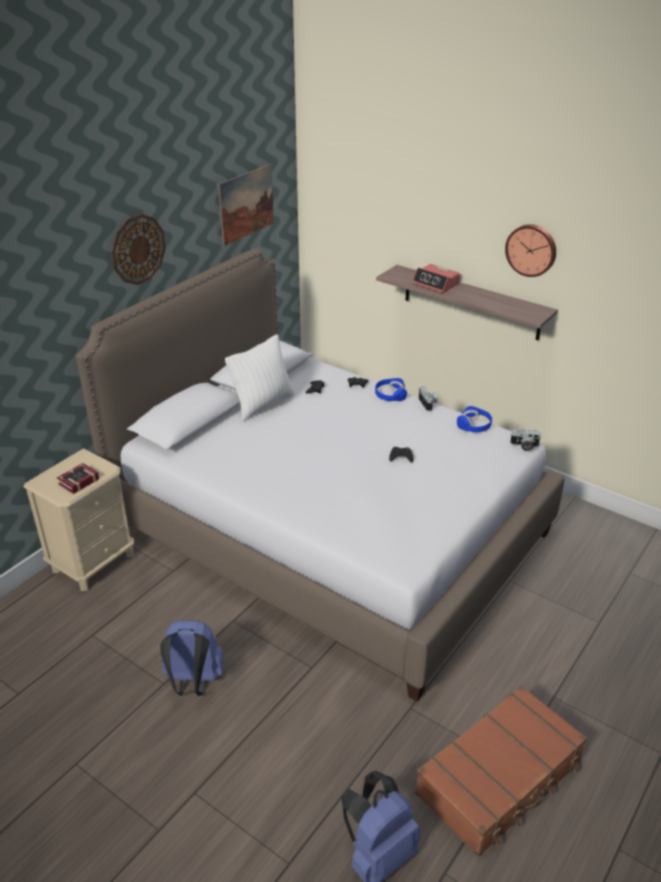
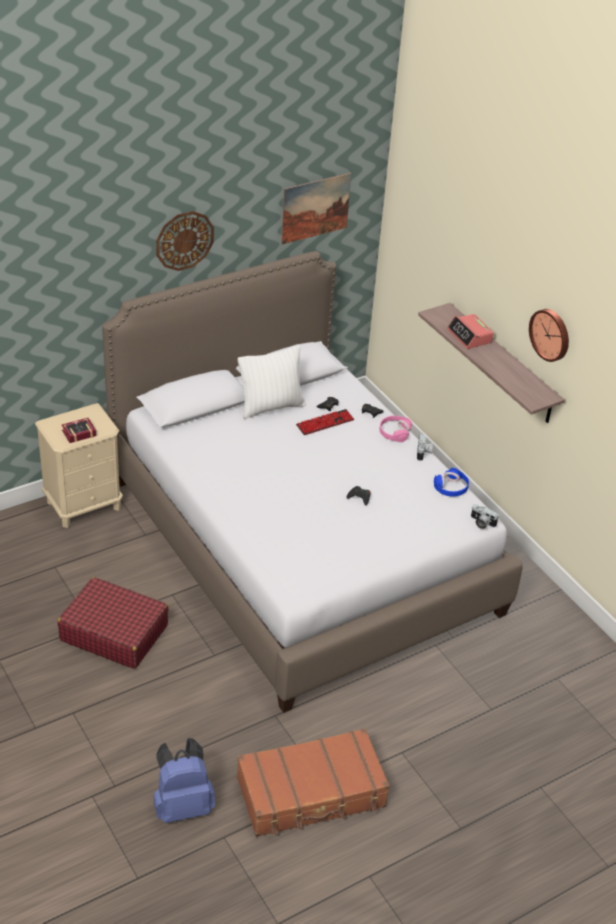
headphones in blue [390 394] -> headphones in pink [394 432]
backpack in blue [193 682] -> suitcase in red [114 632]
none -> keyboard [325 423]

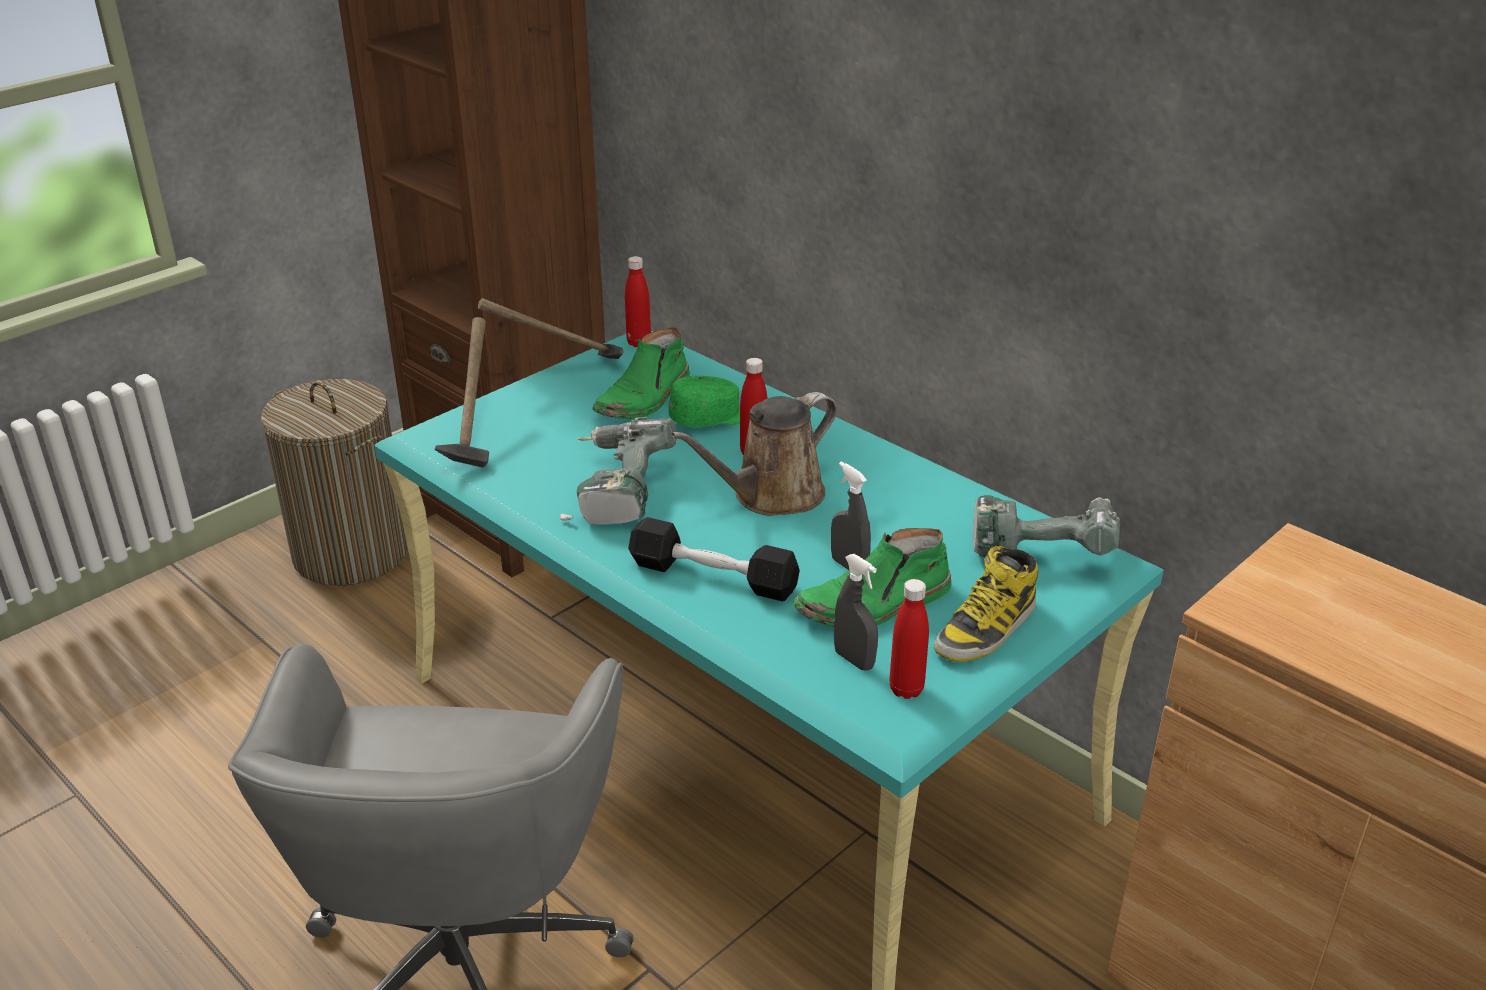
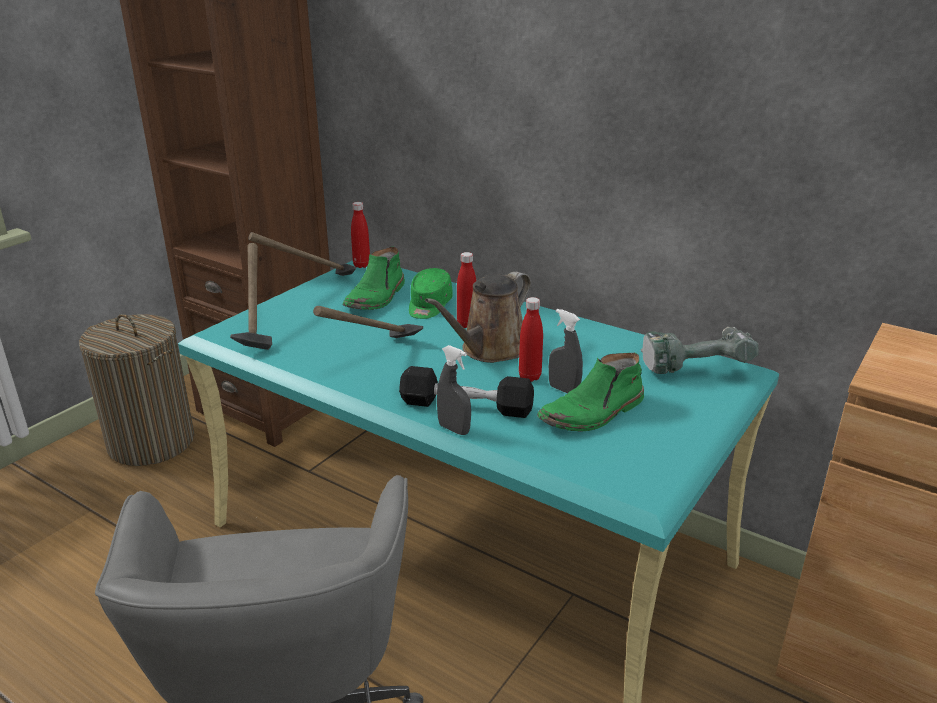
cap in green [712 418] -> cap in green [429 305], 135 degrees clockwise
power drill [616 492] -> hammer [374 357]
boot [986 629] -> none
spray bottle in grey [854 660] -> spray bottle in grey [454 429], relocated
bottle in red [906 689] -> bottle in red [529 377], relocated

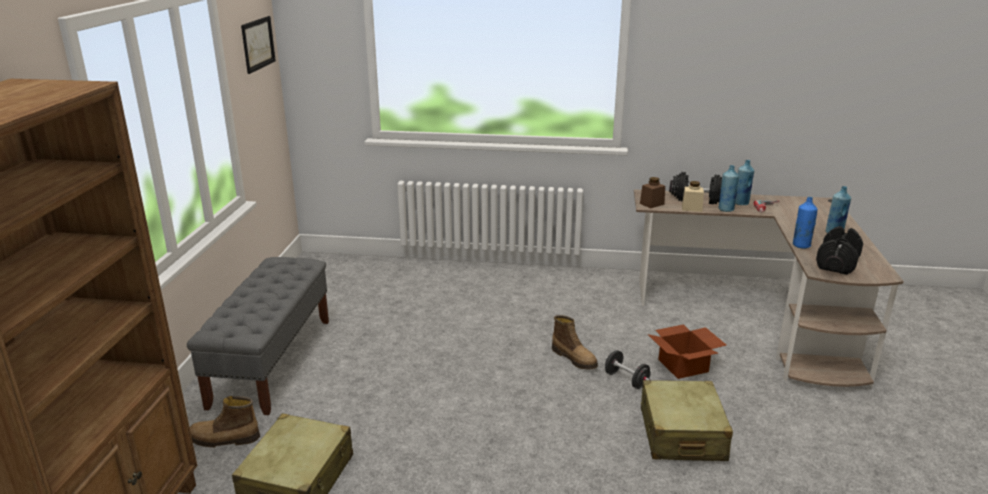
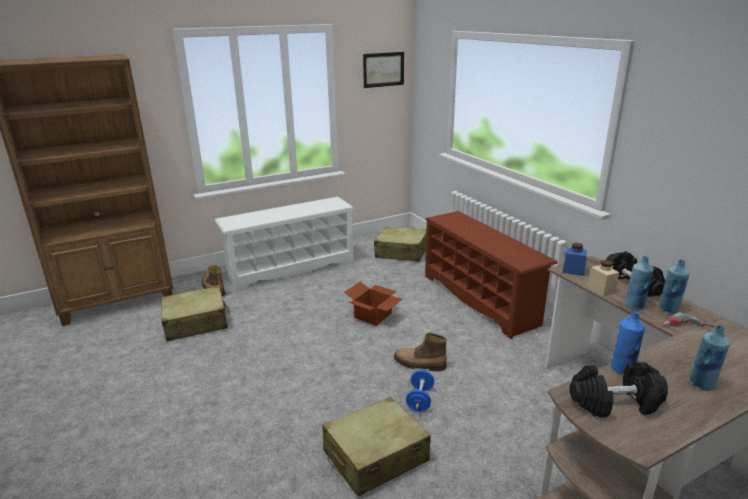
jar in brown [652 204] -> jar in blue [573 270]
bench in grey [272 361] -> shoe rack in white [291 269]
boot [574 358] -> boot [419 364], 90 degrees clockwise
cardboard box [684 366] -> cardboard box [373 316], relocated
dumbbell in black [626 380] -> dumbbell in blue [420 399]
none -> shoe rack in brown [480 299]
none -> suitcase in beige [401 252]

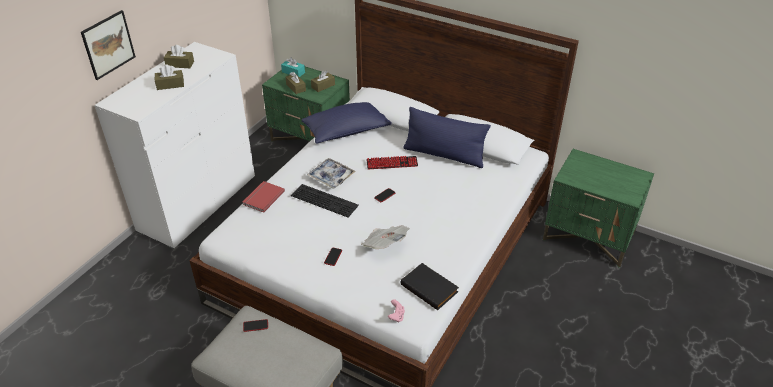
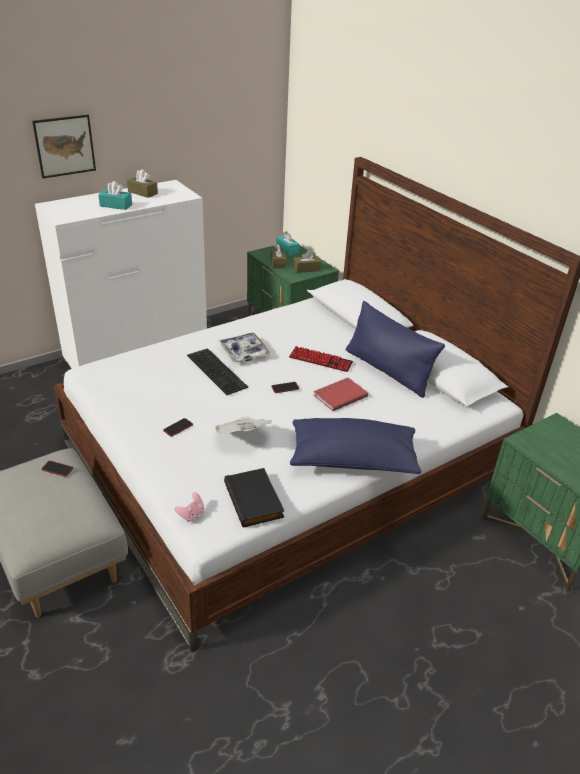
tissue box in brown [170 84] -> tissue box in turquoise [116 205]
pillow in blue [347 131] -> pillow in blue [352 460], relocated
book in red [262 197] -> book in red [339 395], relocated

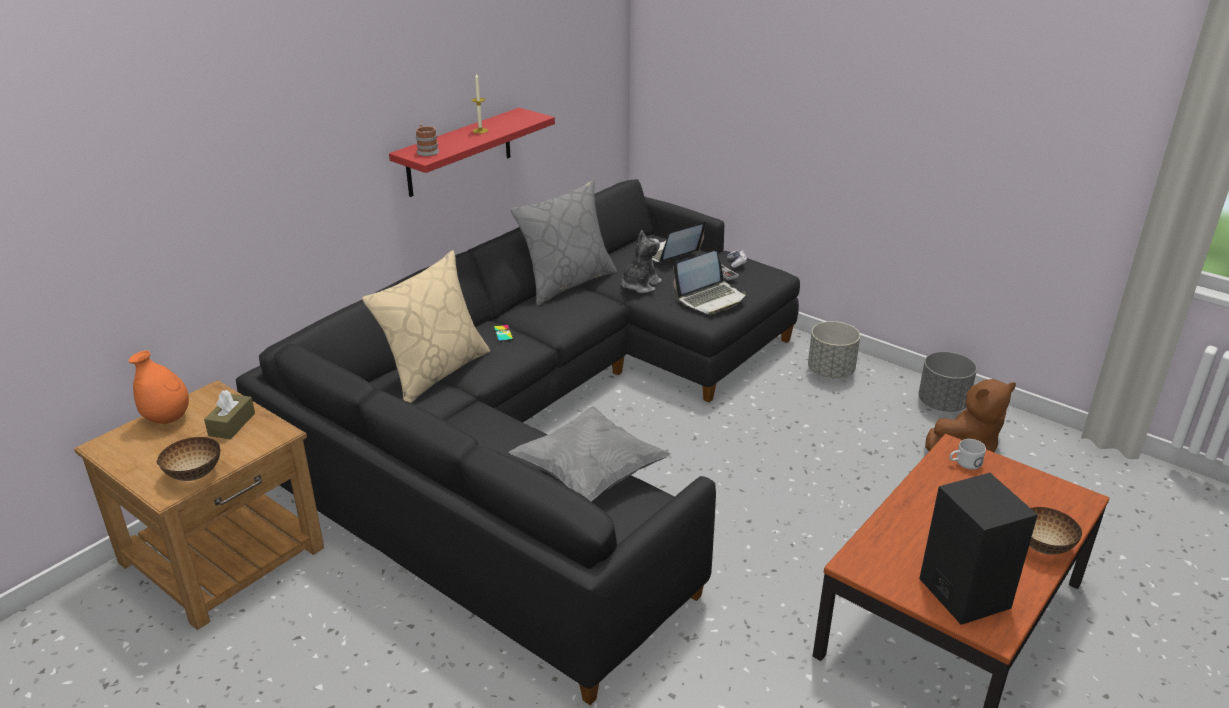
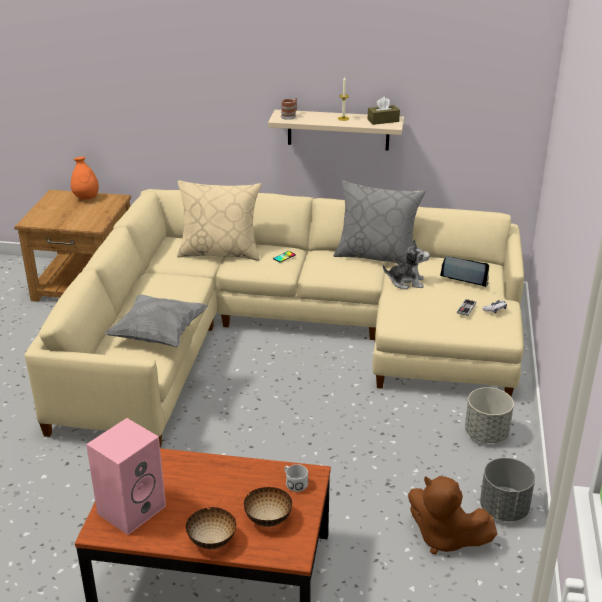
shelf in red [459 152] -> shelf in beige [338 130]
sofa in black [551 425] -> sofa in beige [284 335]
laptop [710 298] -> none
tissue box in brown [232 424] -> tissue box in brown [383 120], relocated
bowl [195 474] -> bowl [269 519], relocated
speaker in black [961 592] -> speaker in pink [132 508]

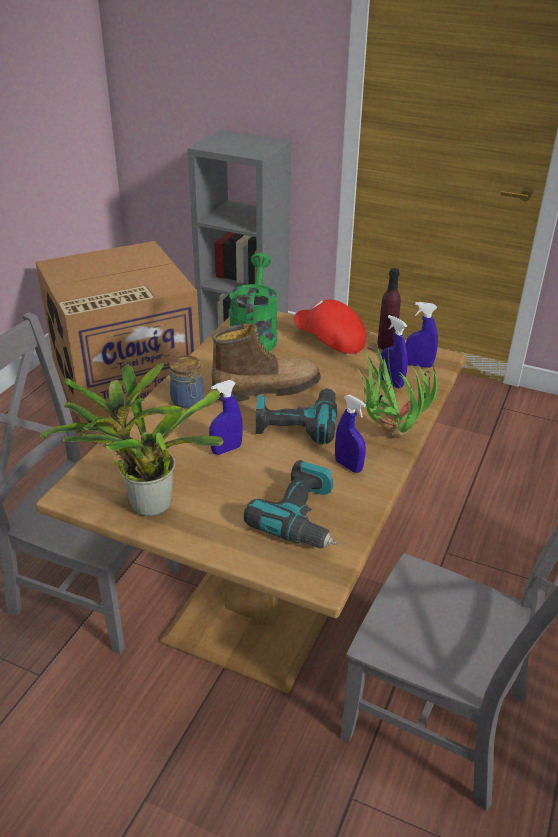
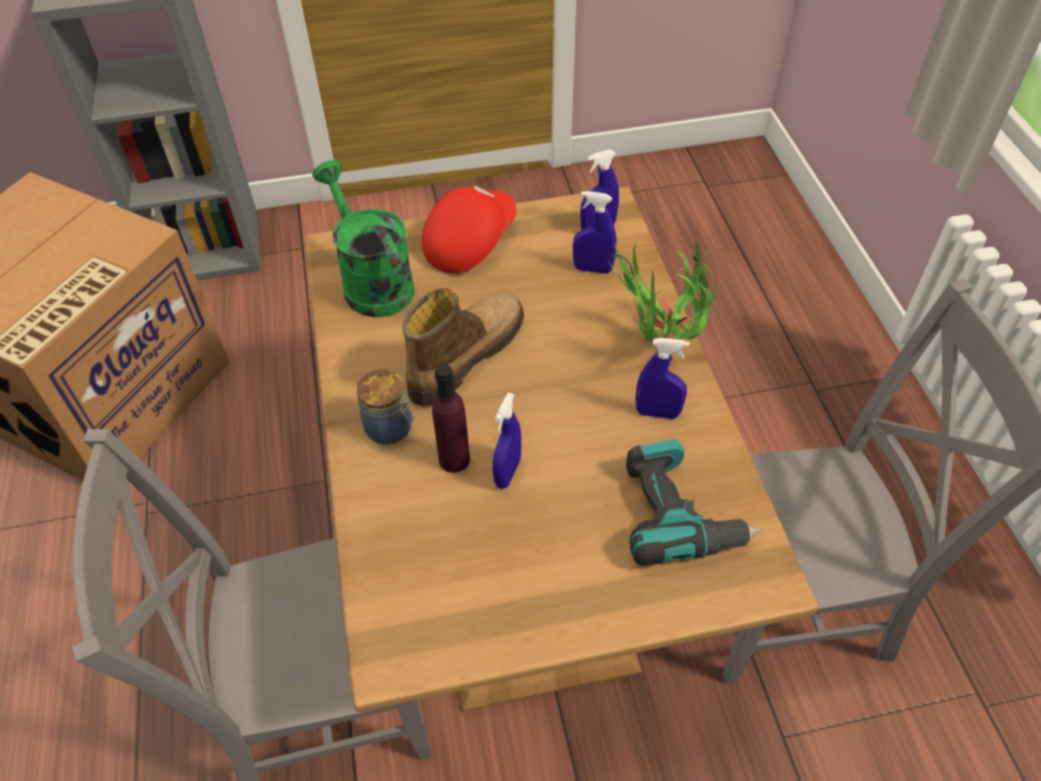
bottle in purple [386 345] -> bottle in purple [454 459], relocated
cap in red [329 341] -> cap in red [469 242], 135 degrees clockwise
potted plant [145 504] -> none
power drill [296 423] -> none

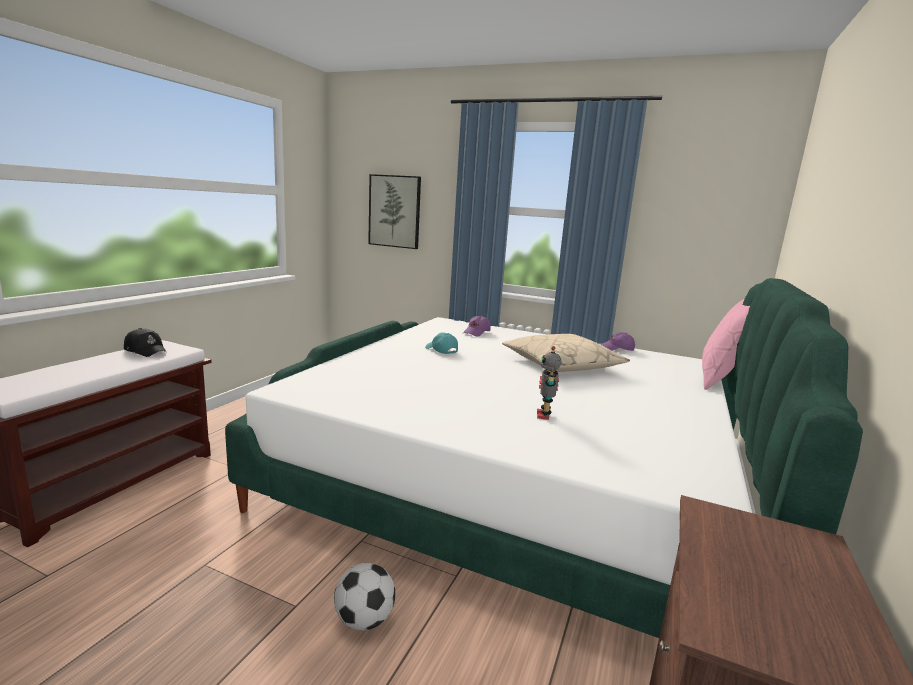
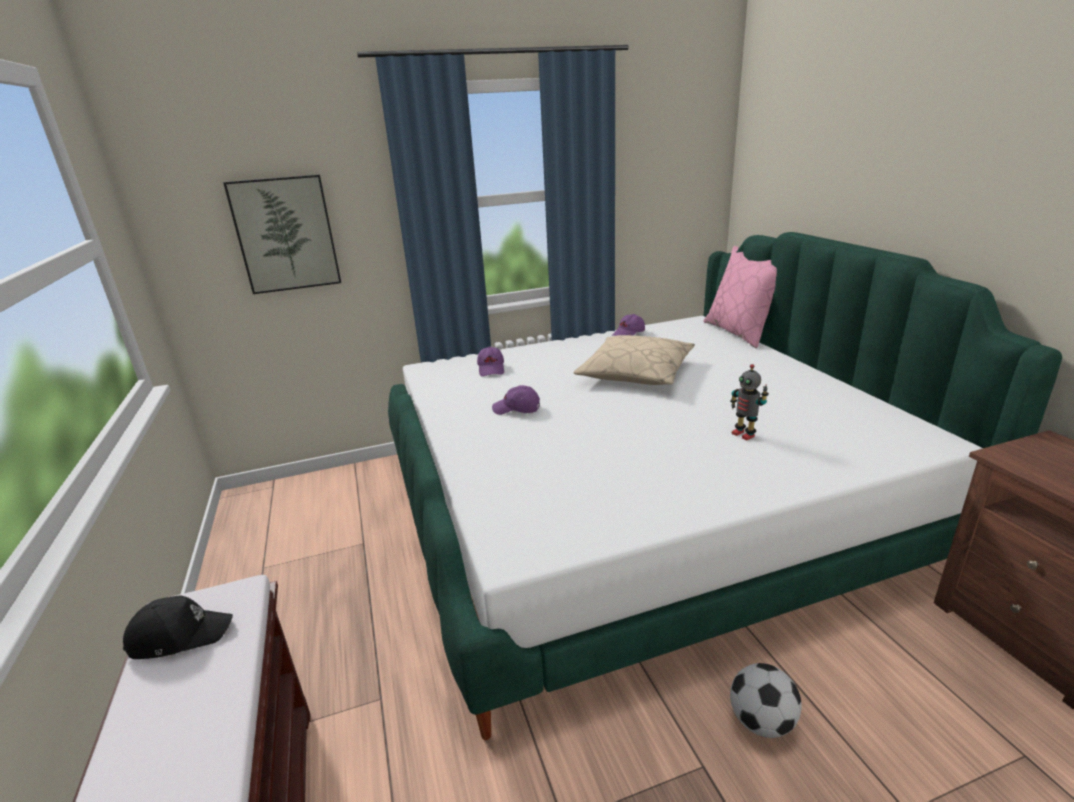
cap in turquoise [441 350] -> cap in purple [516 409]

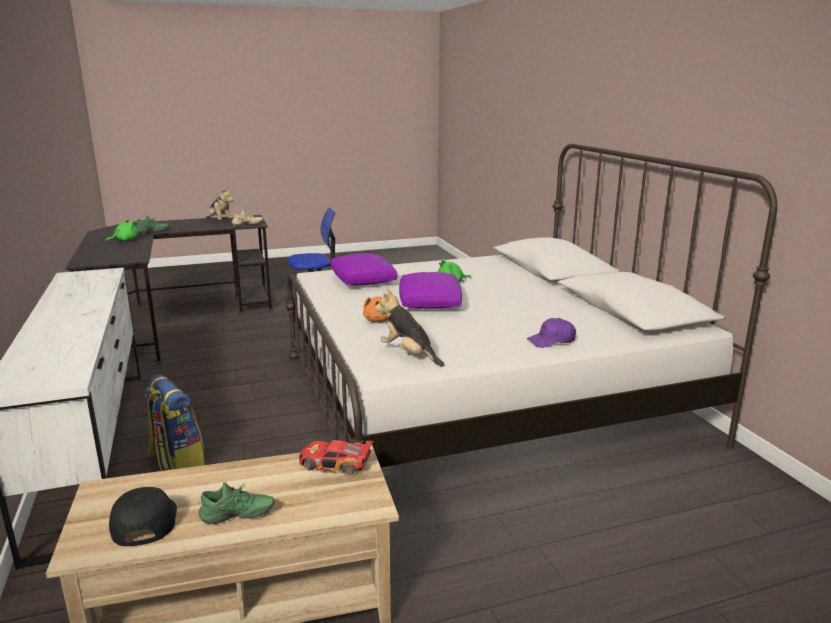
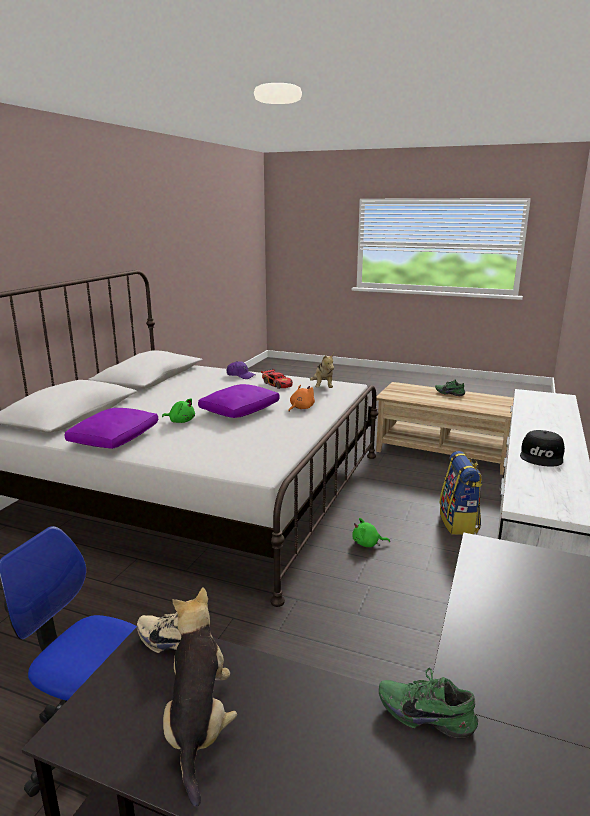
plush toy in green [125 240] -> plush toy in green [367 544], relocated
pillow in purple [363 280] -> pillow in purple [115 438], relocated
toy car [335 464] -> toy car [277 384], relocated
cap in black [143 521] -> cap in black [542 456], relocated

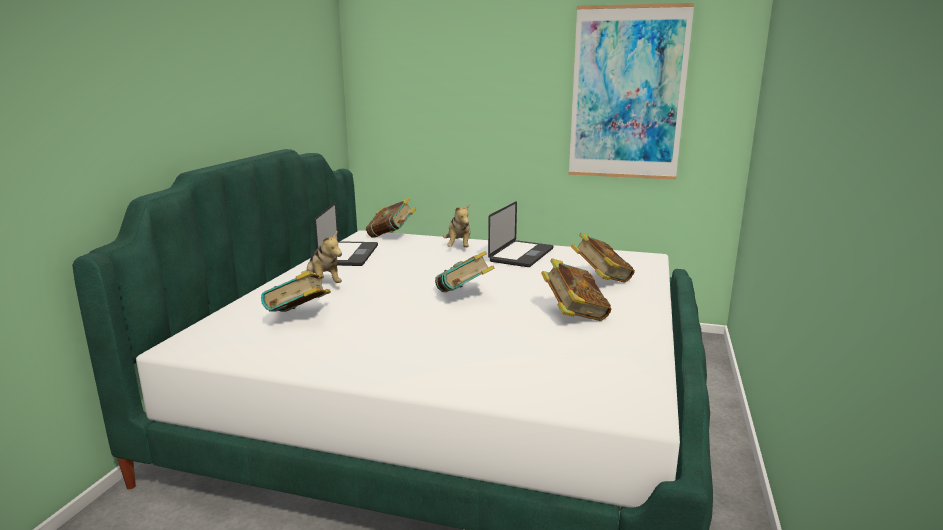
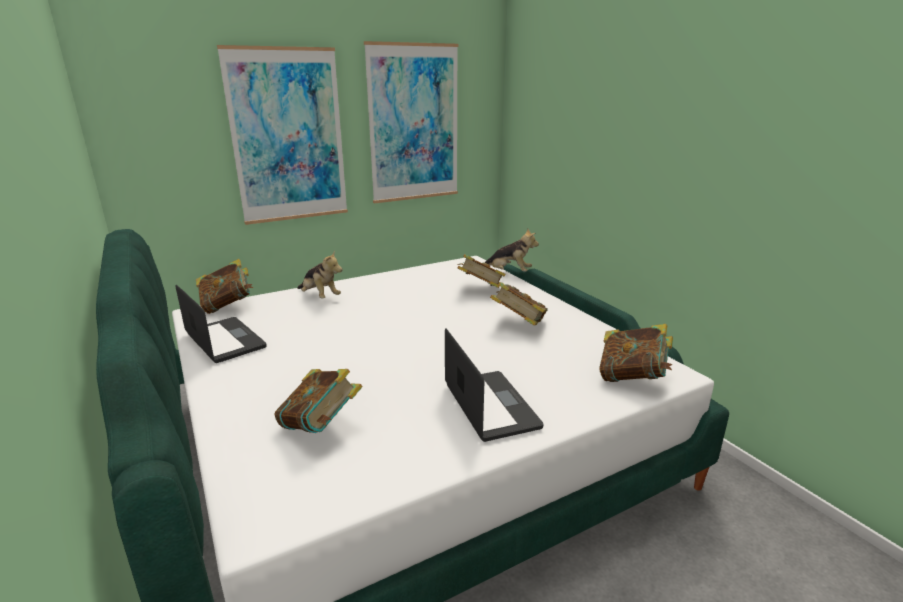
laptop [521 255] -> laptop [490 406], relocated
plush toy [323 284] -> plush toy [508 273], relocated
book [464 296] -> book [632 377], relocated
none -> picture [288 137]

